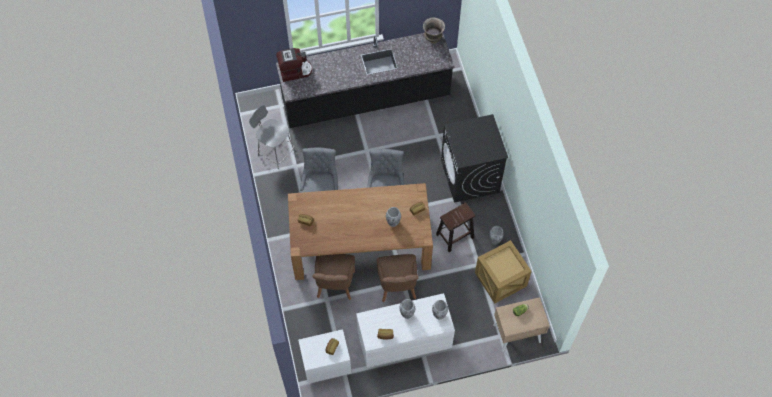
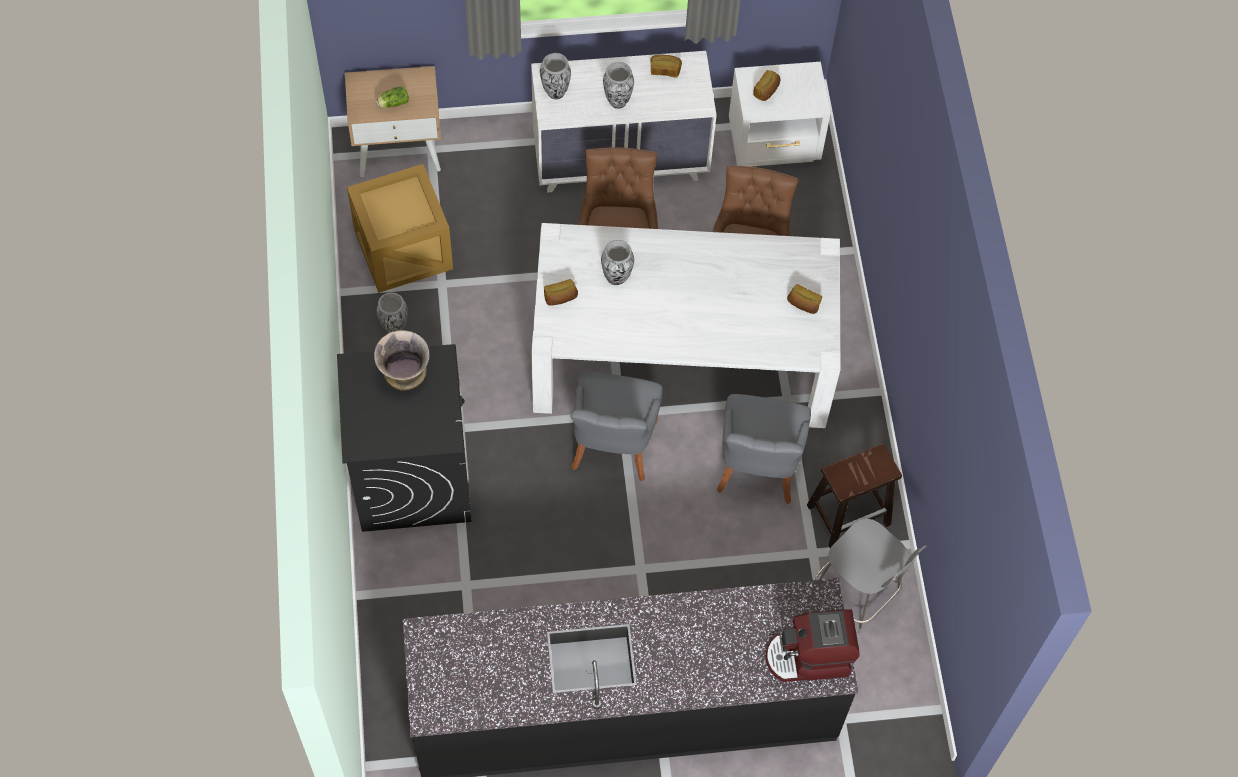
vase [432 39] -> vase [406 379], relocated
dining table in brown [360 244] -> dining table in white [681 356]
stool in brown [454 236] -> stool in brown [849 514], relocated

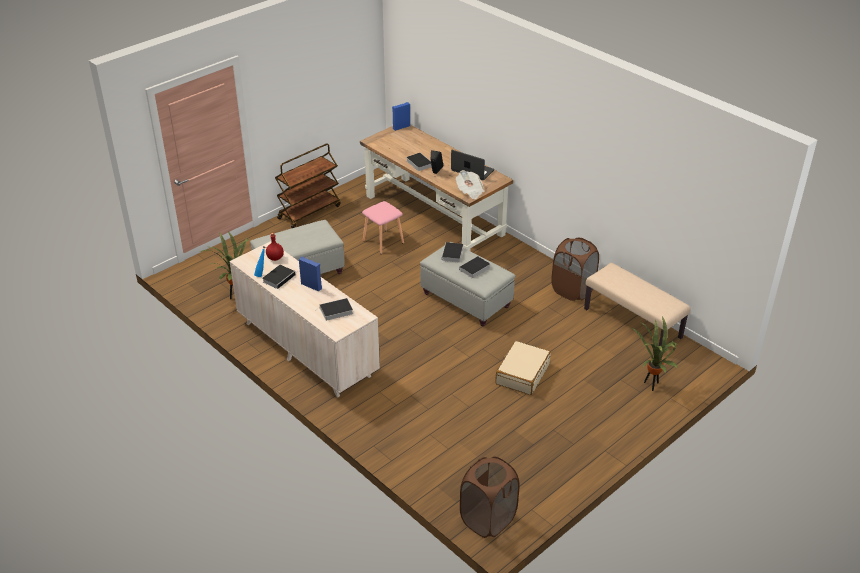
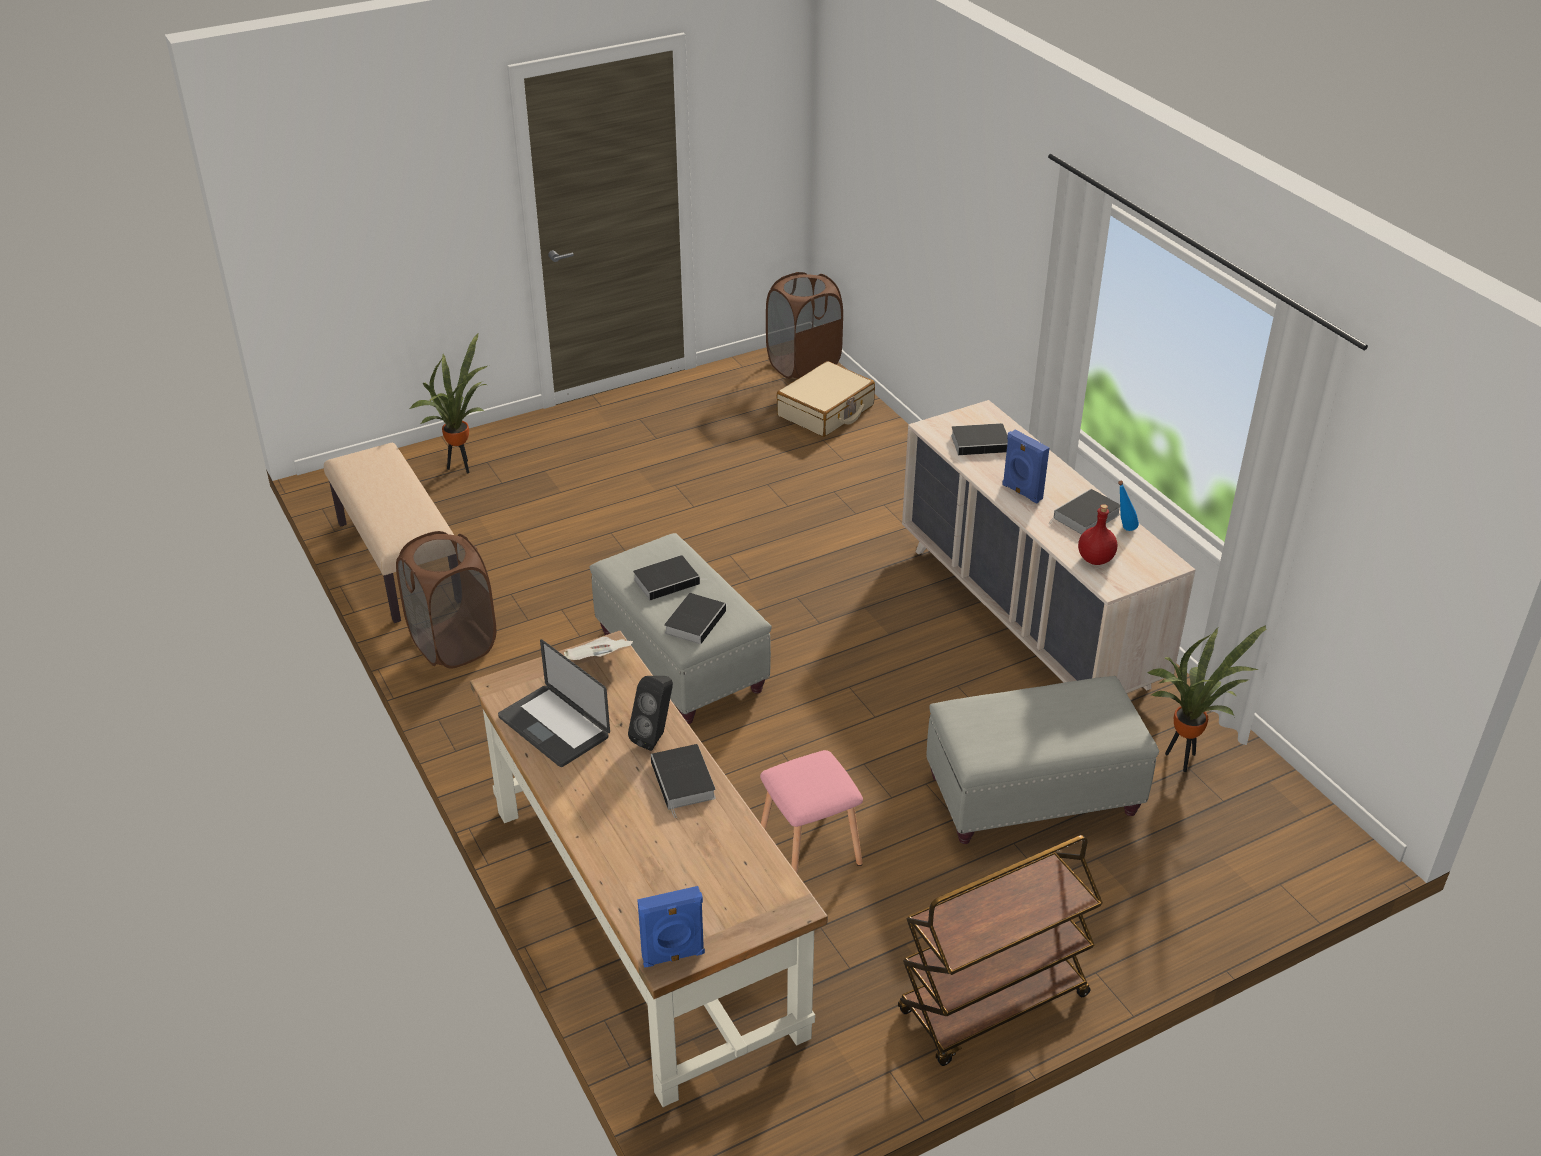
suitcase in beige [522 374] -> suitcase in beige [826 411], relocated

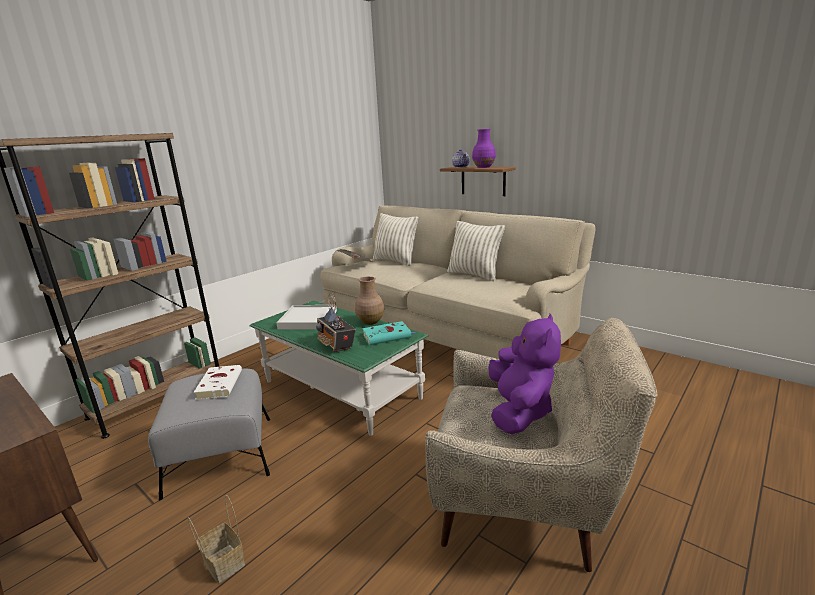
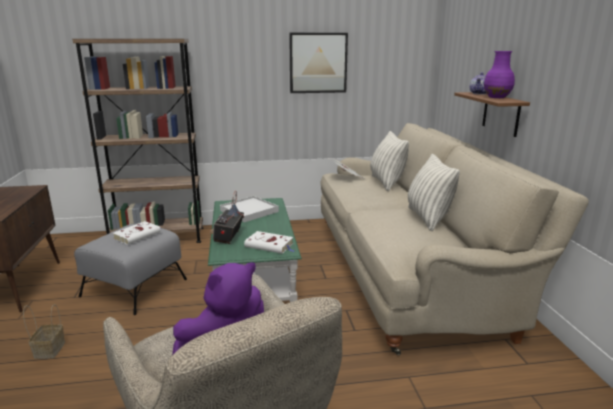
vase in brown [370 321] -> none
book in turquoise [388 336] -> book in white [270 245]
none -> picture [318 63]

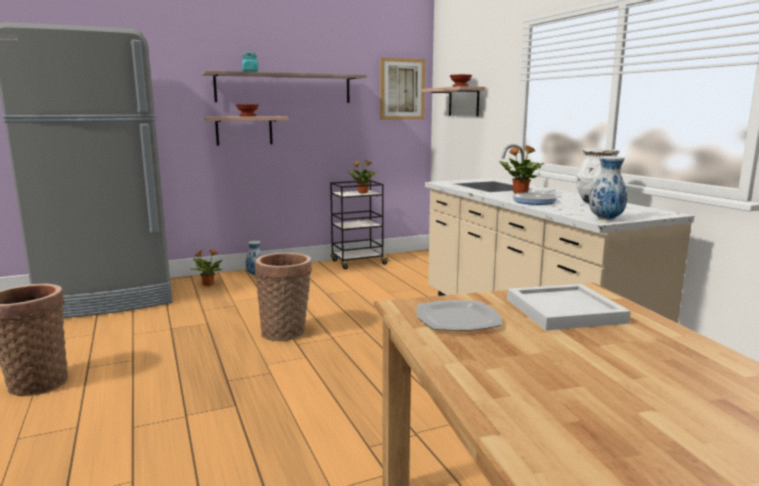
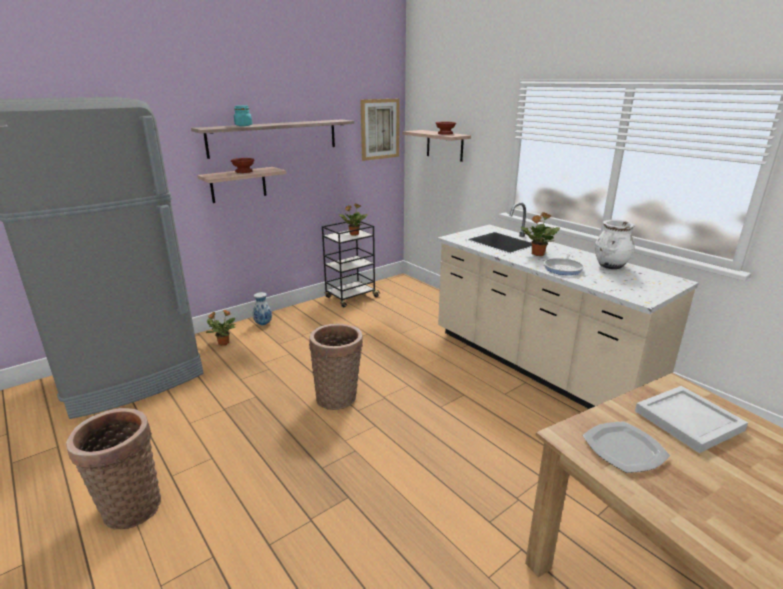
vase [606 219] -> none

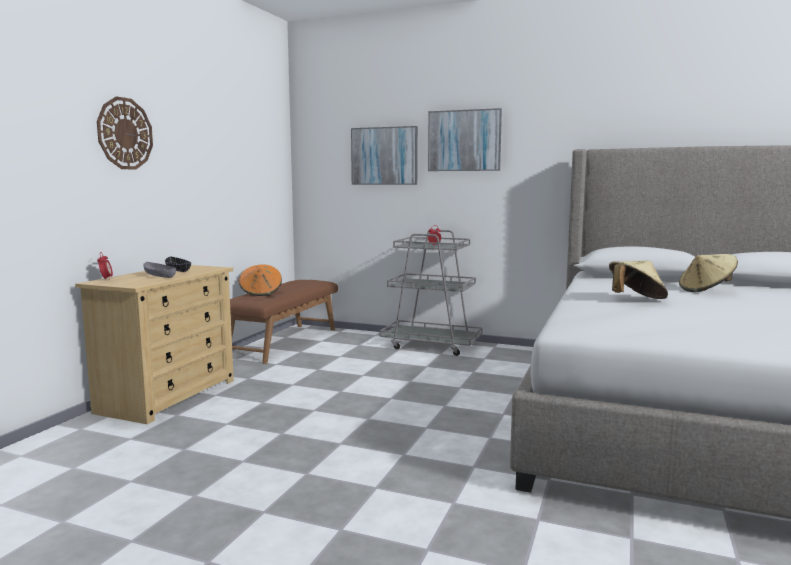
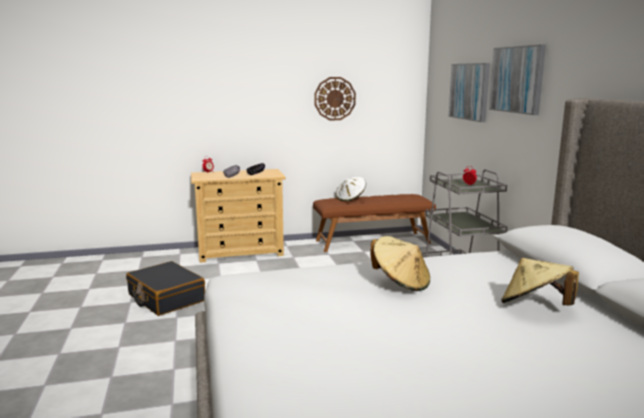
wall clock [125 133] -> wall clock [334 98], relocated
hat in orange [261 293] -> hat in white [350 199]
none -> suitcase in black [166 298]

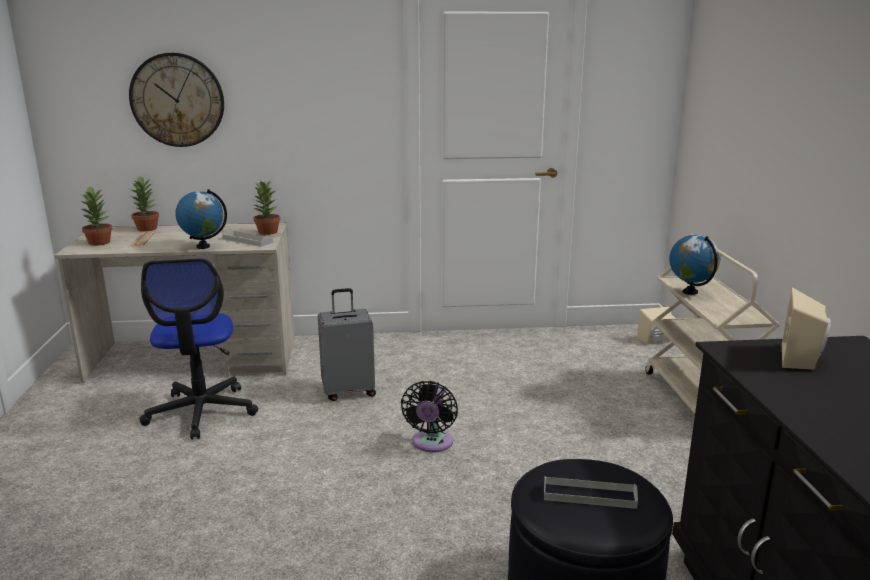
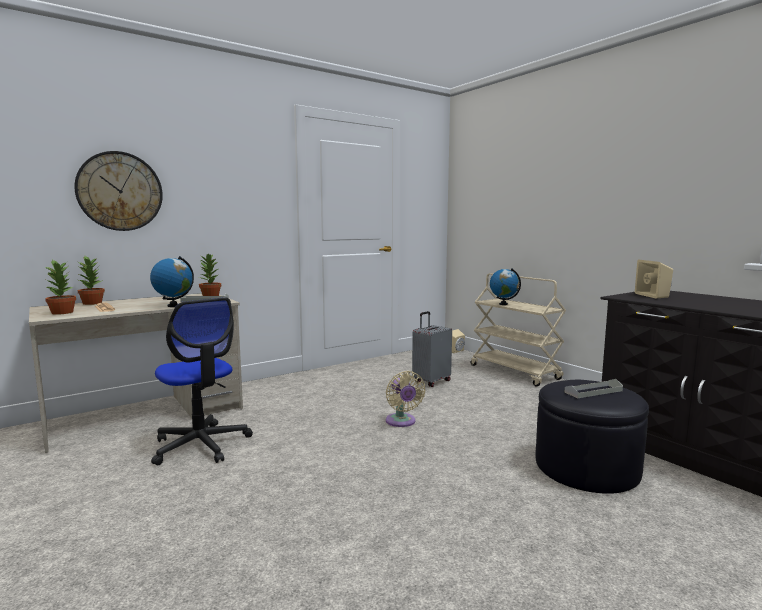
suitcase in grey [348 391] -> suitcase in grey [431 381], relocated
fan in black [431 444] -> fan in beige [401 422]

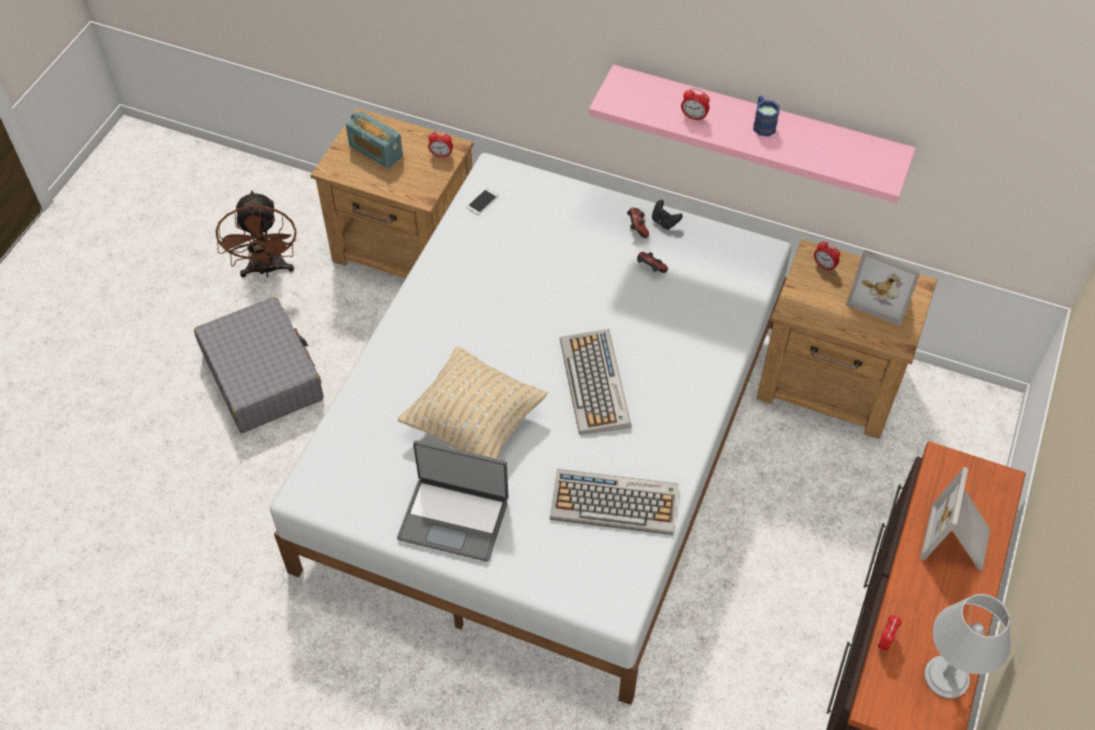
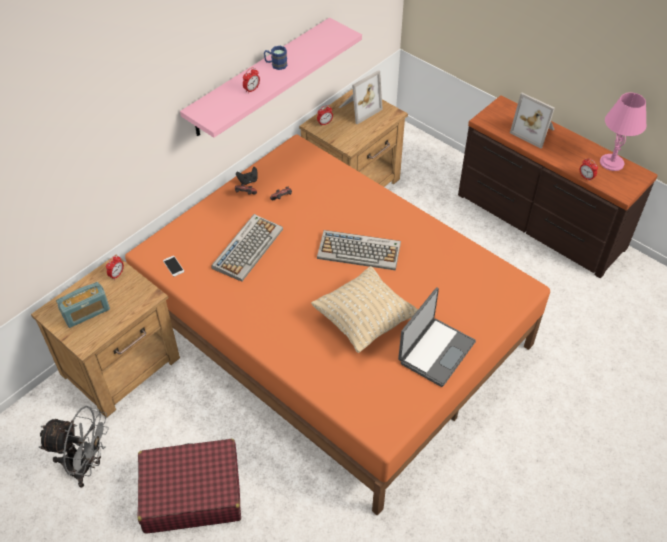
bed in white [549 441] -> bed in orange [333 329]
fan in brown [267 269] -> fan in grey [86 466]
suitcase in grey [263 375] -> suitcase in red [191 493]
keyboard [615 502] -> keyboard [248 248], relocated
table lamp in grey [946 676] -> table lamp in pink [611 162]

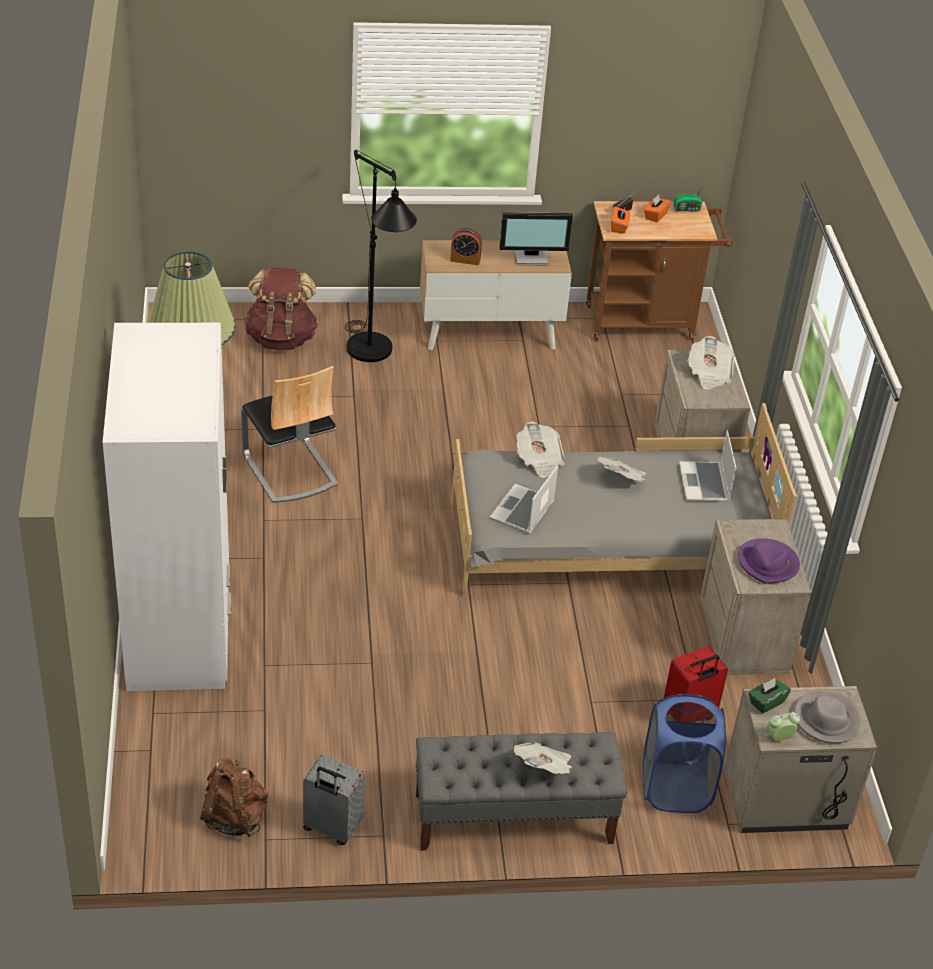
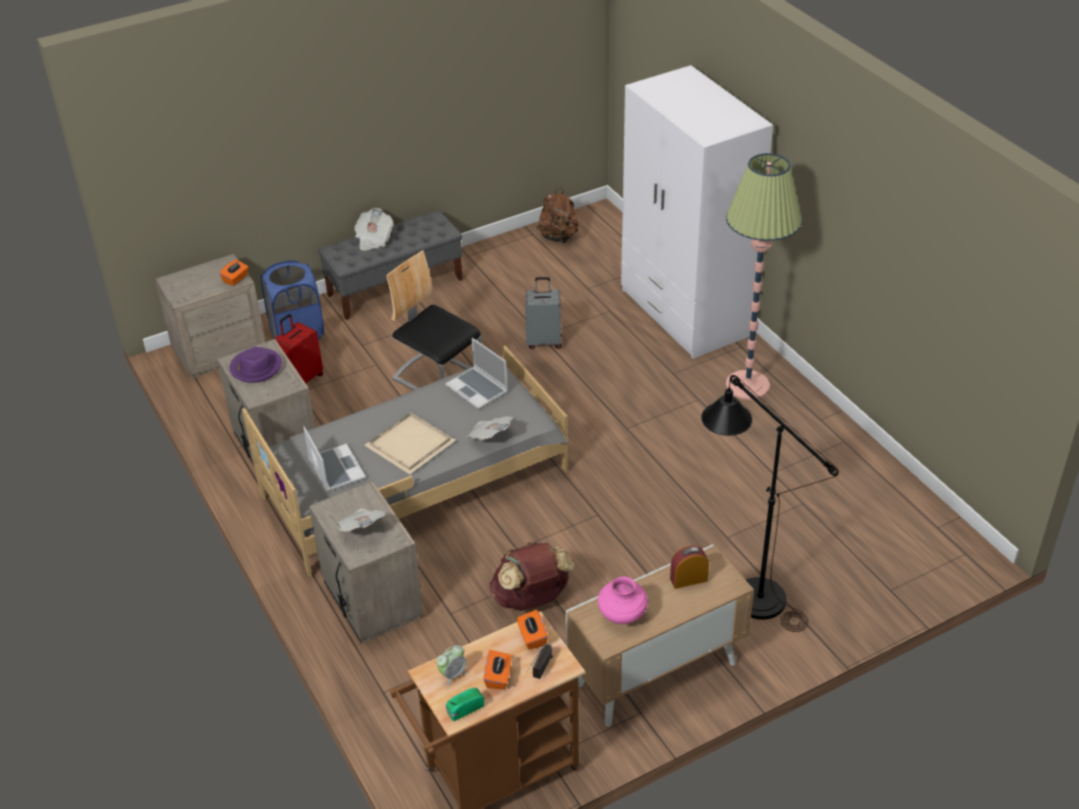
monitor [532 257] -> vase in pink [622 615]
backpack in brown [281 338] -> backpack in brown [531 599], relocated
chair [289 470] -> chair [437 376], relocated
newspaper [622 479] -> tray in beige [410 446]
laptop [522 511] -> laptop [478 389], 135 degrees clockwise
tissue box in green [766 702] -> tissue box in orange [236 279]
hat in grey [826 720] -> none
alarm clock [779 738] -> alarm clock [452 674], relocated
suitcase in grey [331 828] -> suitcase in grey [544 341], relocated

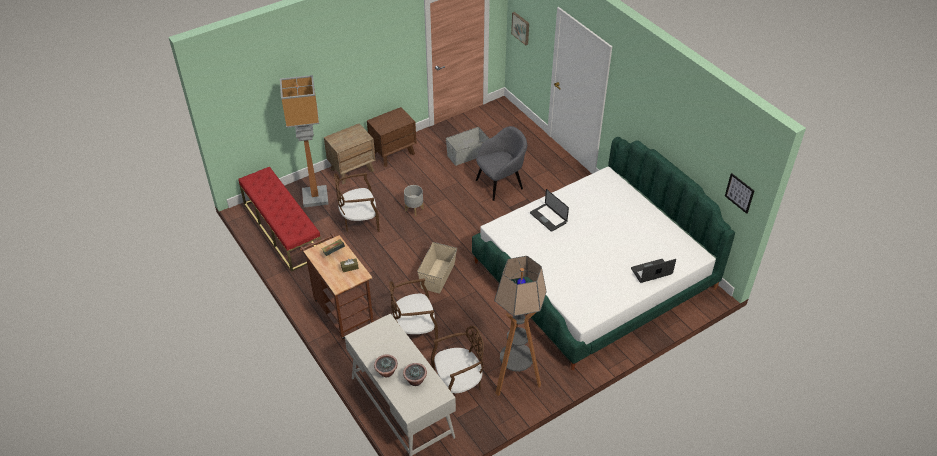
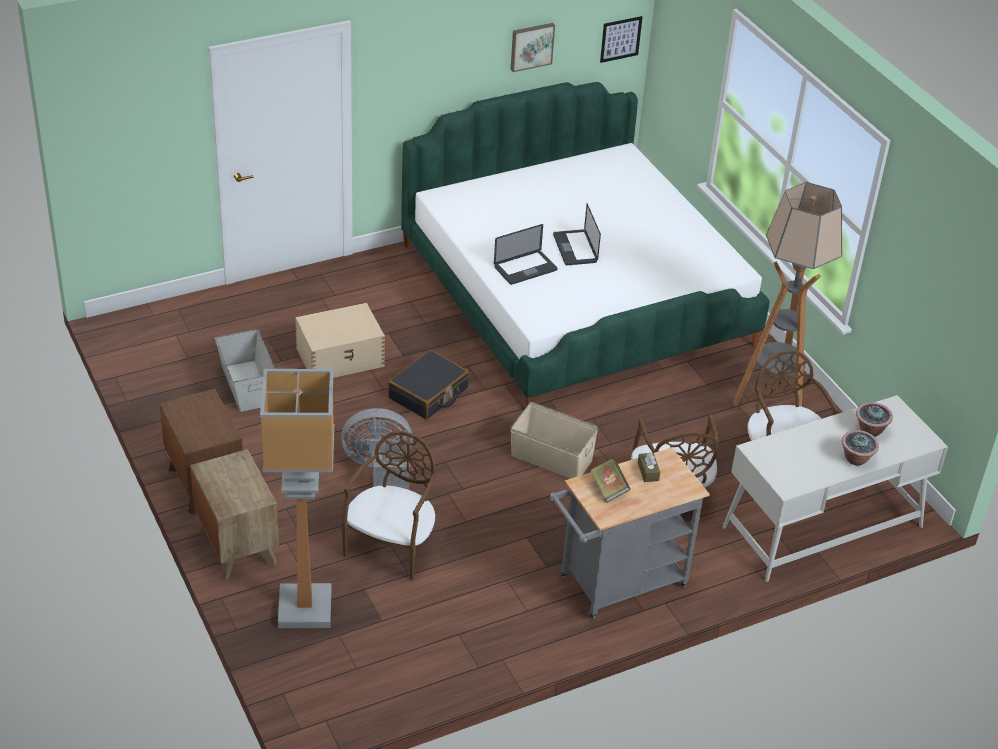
picture [521 28] -> picture [531 46], relocated
armchair in grey [500 184] -> storage box in beige [341 357]
bench in red [282 229] -> none
chair in brown [359 221] -> chair in brown [392 546], 150 degrees counterclockwise
planter in grey [414 209] -> fan in grey [379 470]
cart in brown [341 310] -> cart in grey [616 585]
laptop [651 271] -> laptop [575 248], relocated
none -> suitcase in black [428 394]

